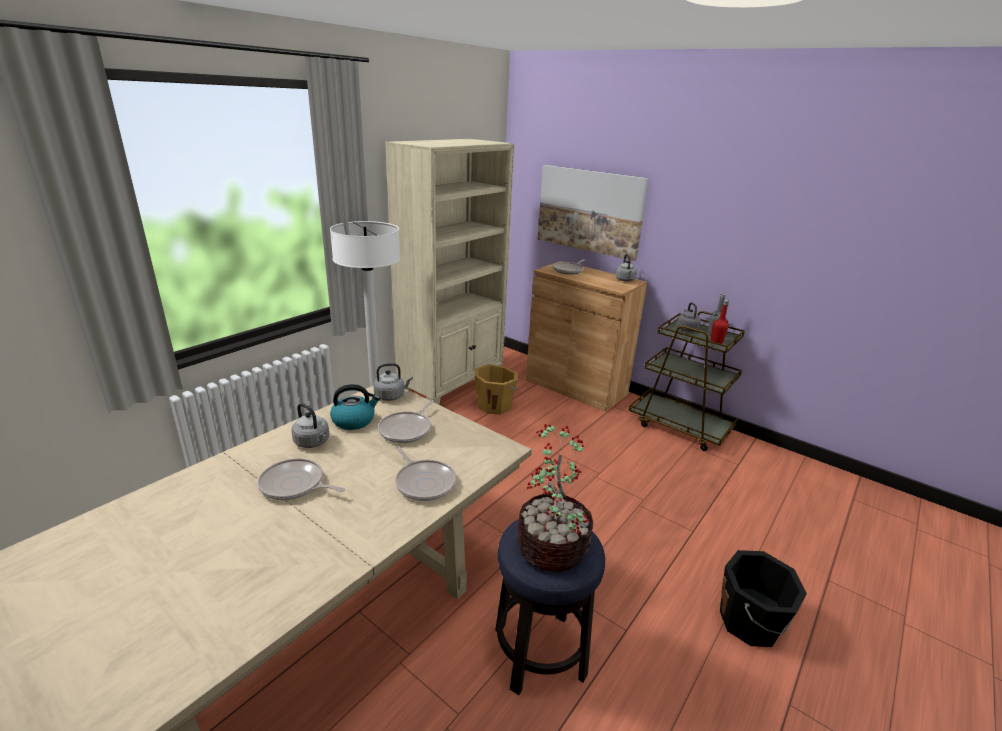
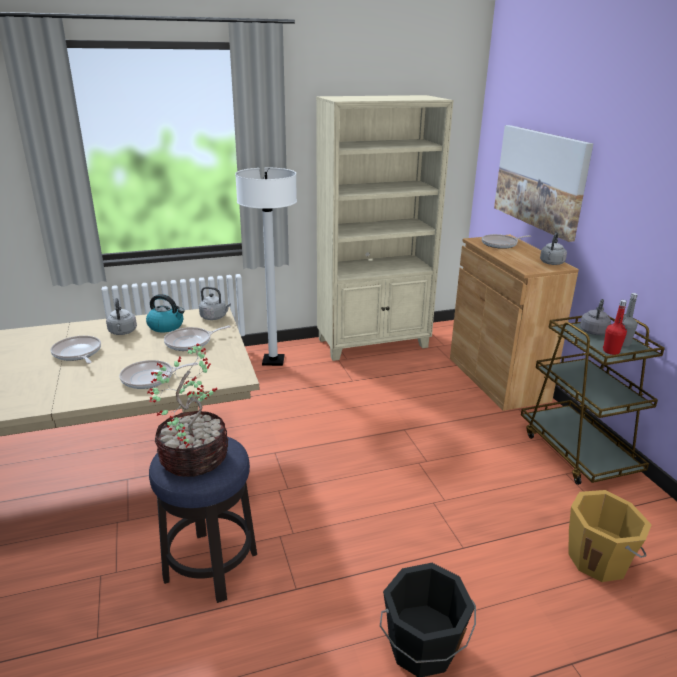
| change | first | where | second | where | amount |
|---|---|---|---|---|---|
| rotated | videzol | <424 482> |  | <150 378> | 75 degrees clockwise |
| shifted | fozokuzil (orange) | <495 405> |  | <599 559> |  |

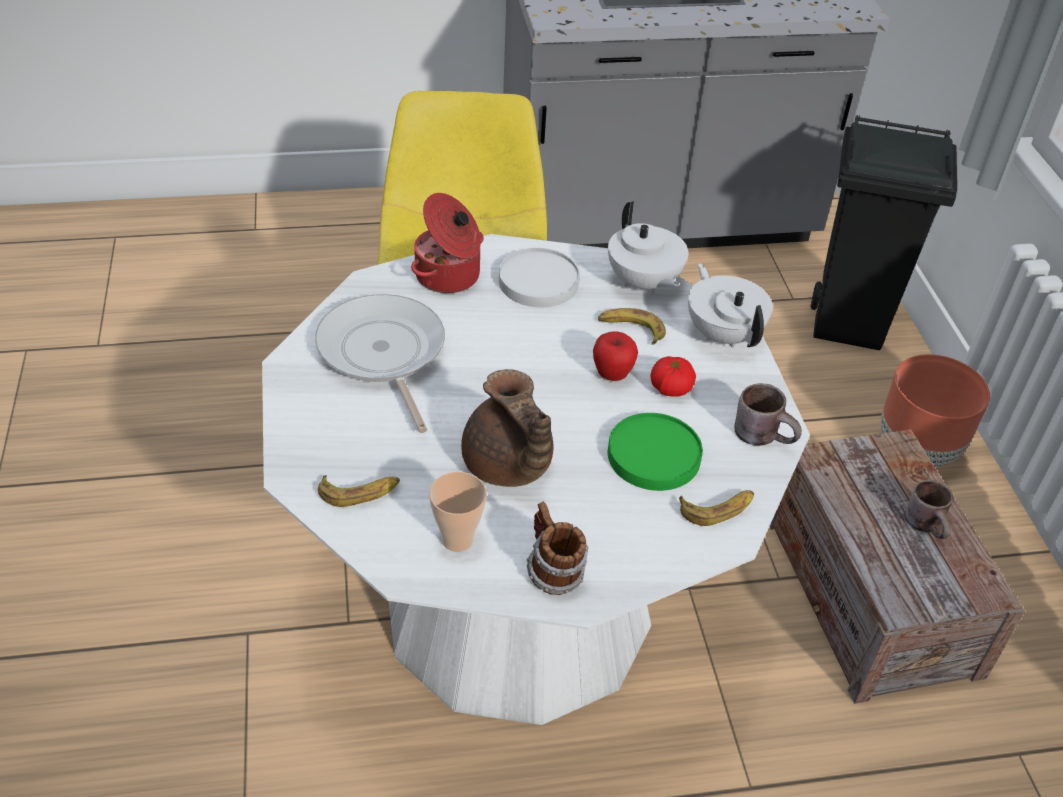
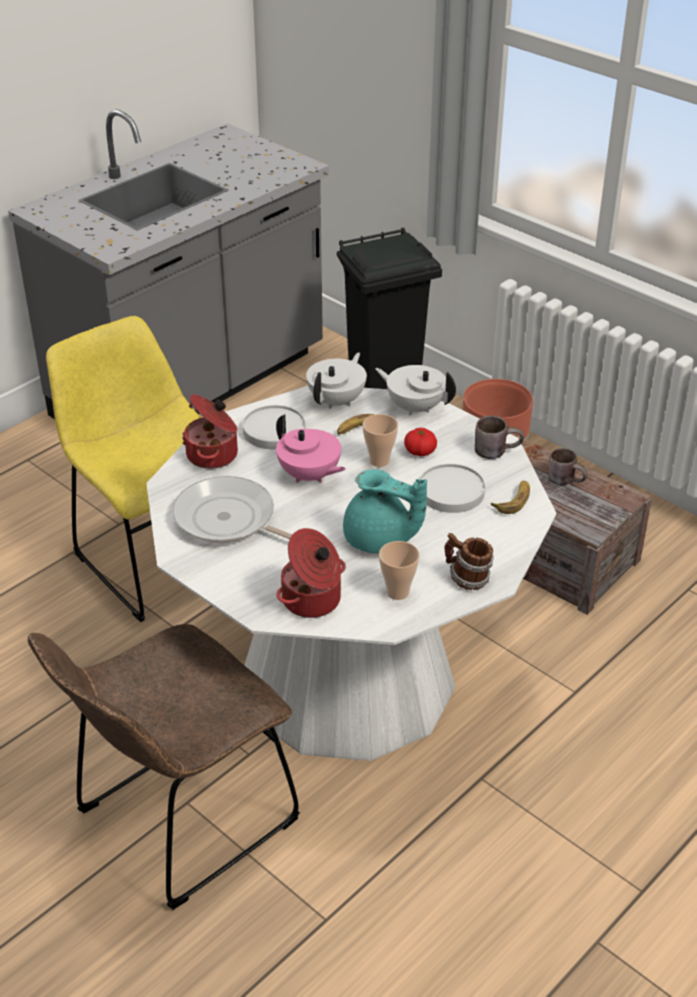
| change | first | where | second | where | amount |
|---|---|---|---|---|---|
| new |  |  | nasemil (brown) | <179 822> |  |
| new |  |  | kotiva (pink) | <309 476> |  |
| swapped | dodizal | <359 492> | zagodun | <312 600> |  |
| rotated | kotiva (white) | <643 283> |  | <337 401> | 90 degrees counterclockwise |
| repainted | kotiva (brown) | <508 466> | kotiva (turquoise) | <380 540> |  |
| swapped | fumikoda | <612 374> | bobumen | <379 461> |  |
| repainted | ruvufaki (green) | <653 456> | ruvufaki (white) | <451 492> |  |

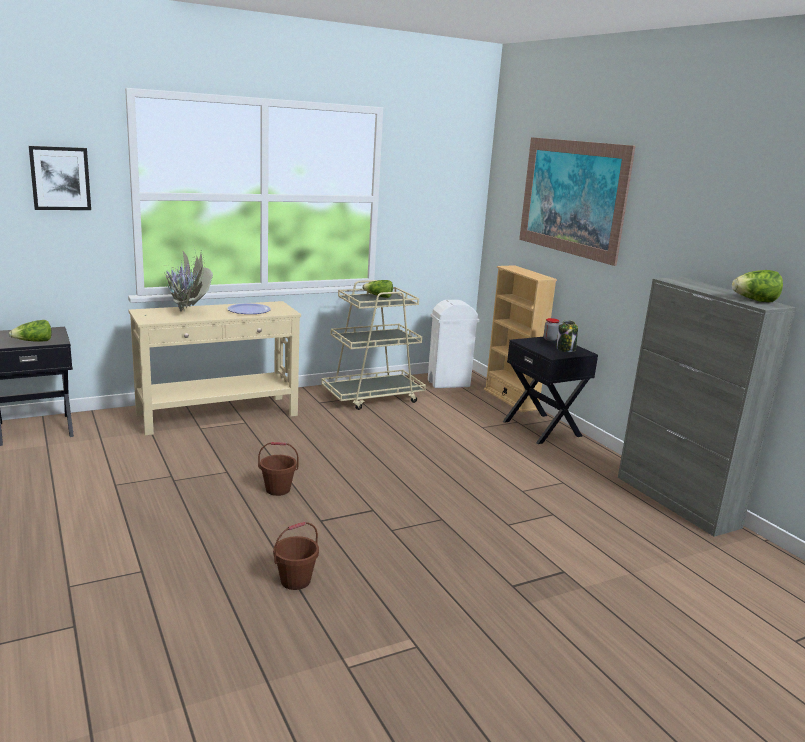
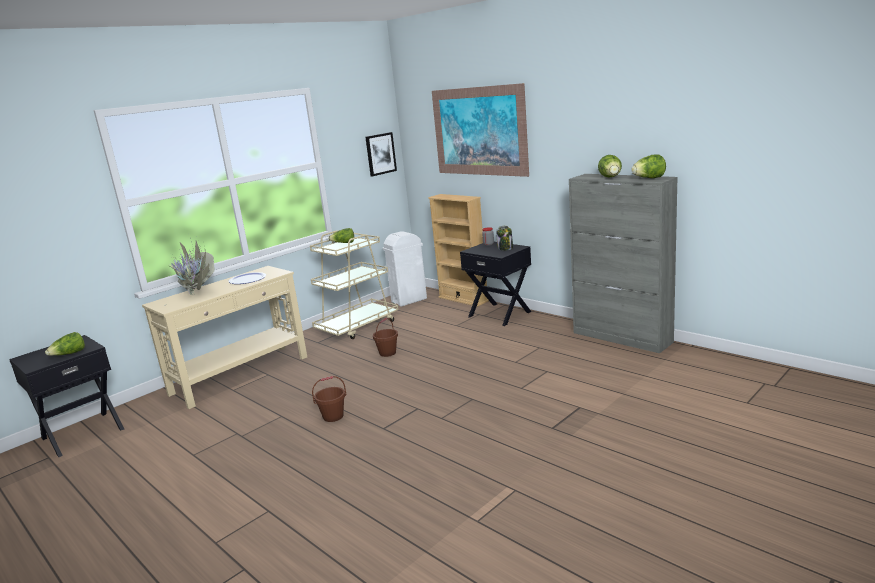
| change | first | where | second | where | amount |
|---|---|---|---|---|---|
| shifted | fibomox | <60 178> |  | <380 154> |  |
| shifted | fozokuzil (brown) | <295 581> |  | <387 353> |  |
| new |  |  | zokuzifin | <611 177> |  |

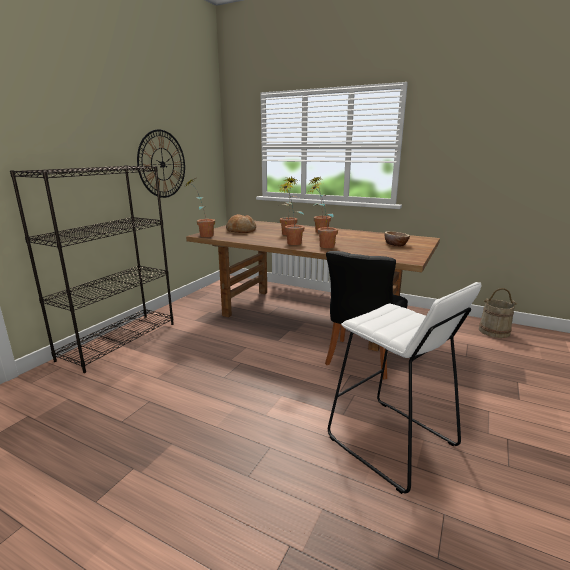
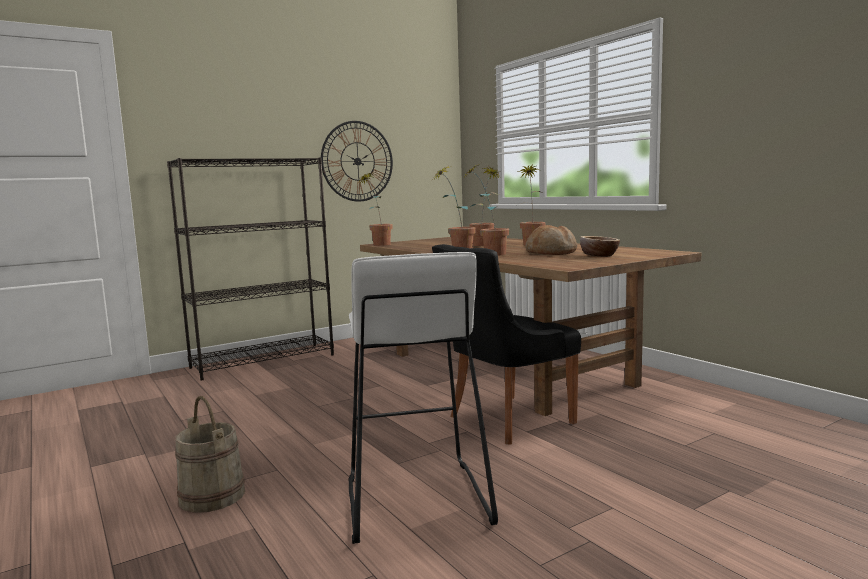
| change | first | where | second | where | amount |
|---|---|---|---|---|---|
| shifted | fozokuzil (beige) | <494 331> |  | <211 496> |  |
| shifted | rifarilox | <241 231> |  | <551 253> |  |

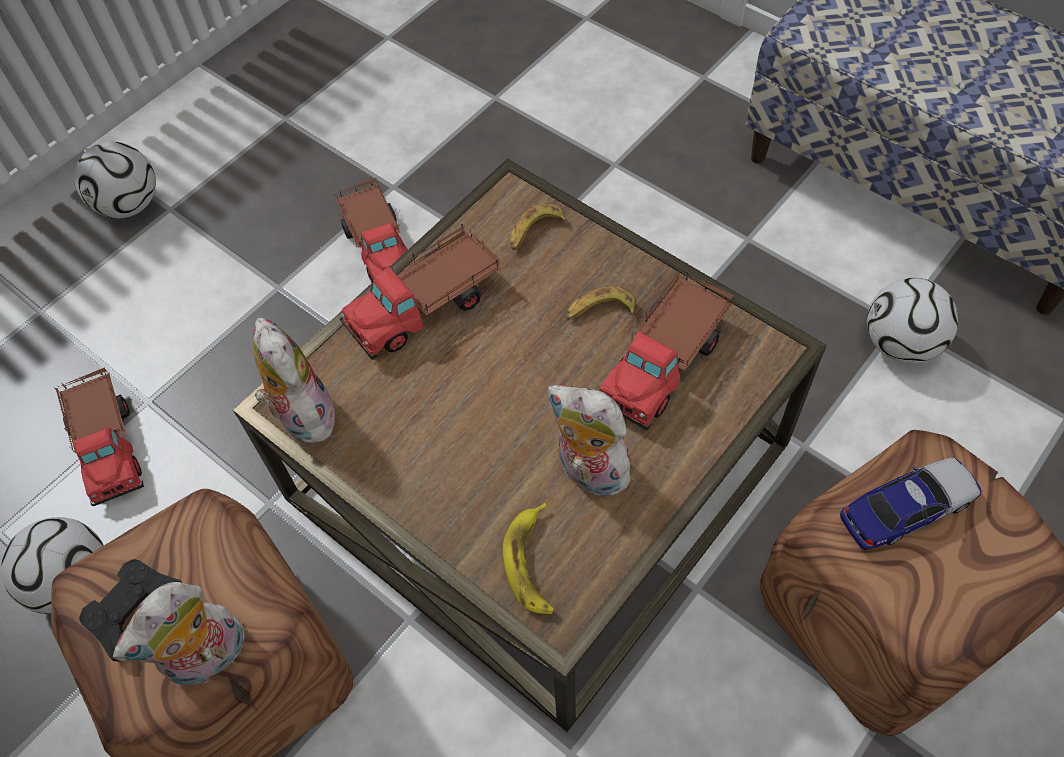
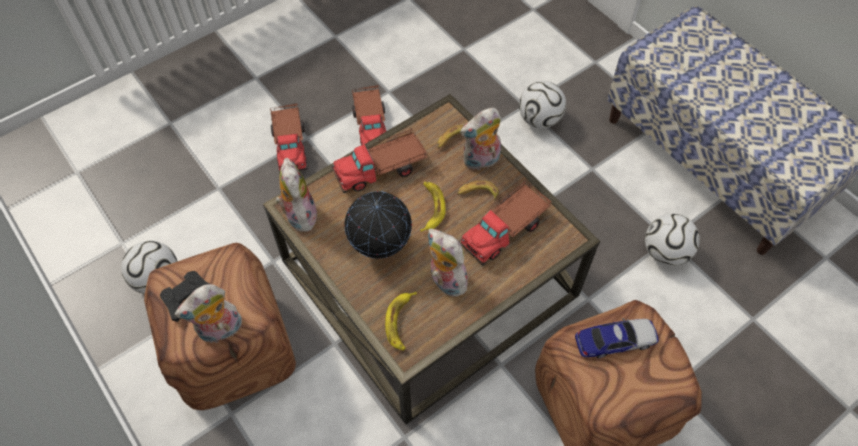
| change | first | where | second | where | amount |
|---|---|---|---|---|---|
| shifted | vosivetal | <108 444> |  | <290 144> |  |
| new |  |  | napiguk | <380 246> |  |
| new |  |  | dodizal | <430 208> |  |
| new |  |  | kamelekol | <481 161> |  |
| shifted | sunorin | <130 205> |  | <539 119> |  |

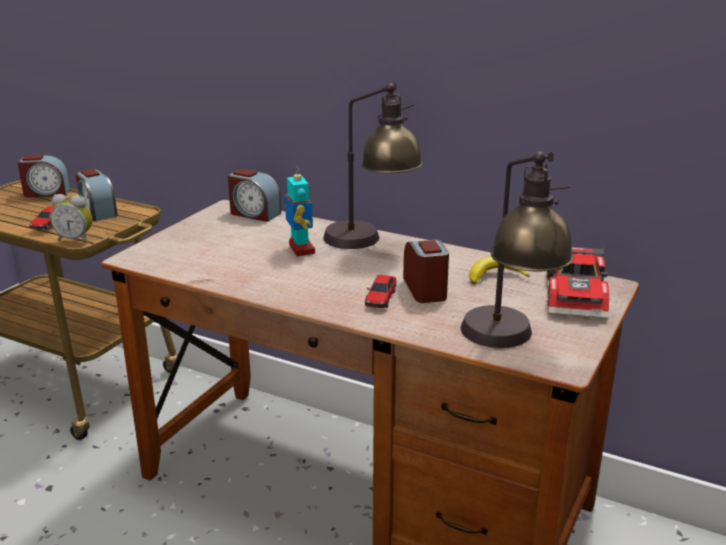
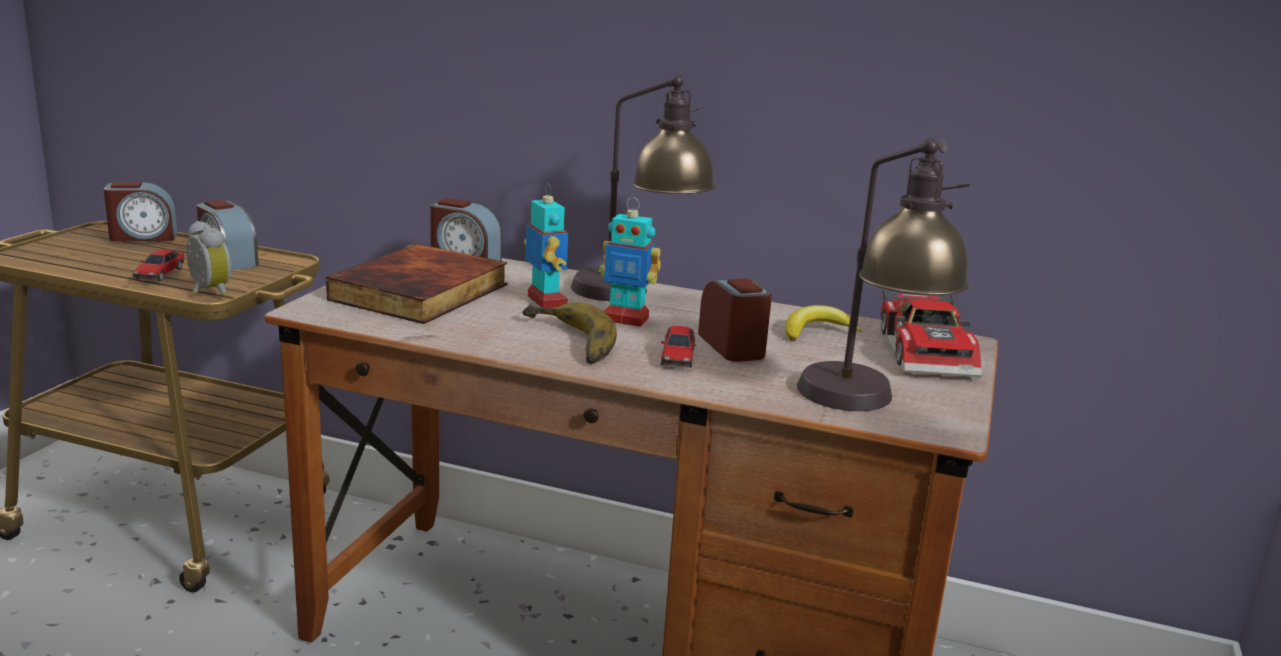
| change | first | where | second | where | amount |
|---|---|---|---|---|---|
| rotated | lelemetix | <76 239> |  | <207 292> | 135 degrees counterclockwise |
| new |  |  | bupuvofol | <422 293> |  |
| new |  |  | dodizal | <565 342> |  |
| new |  |  | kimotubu | <626 319> |  |

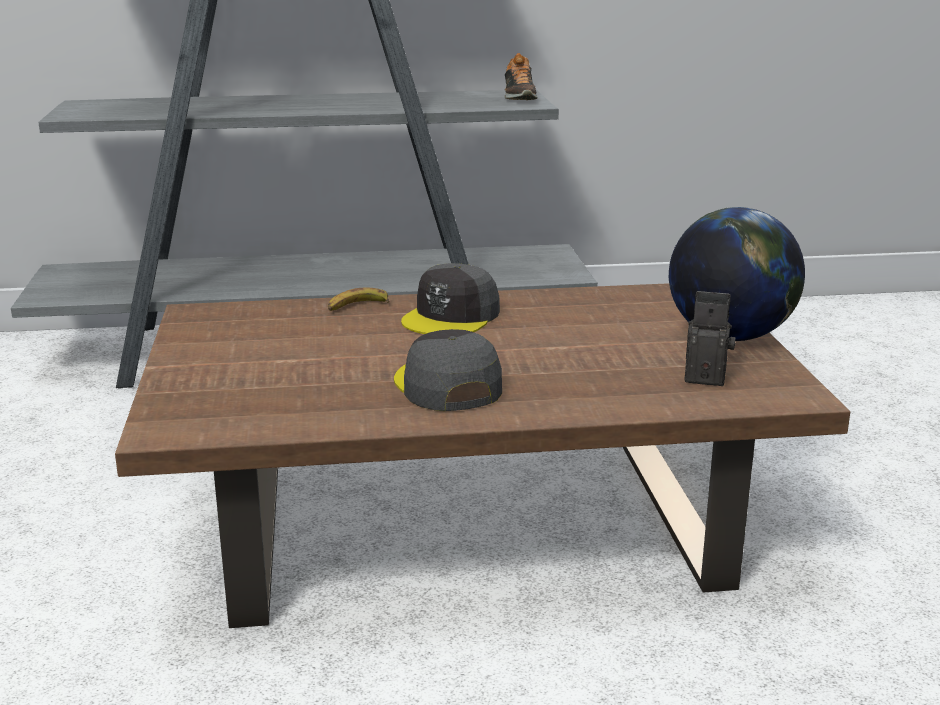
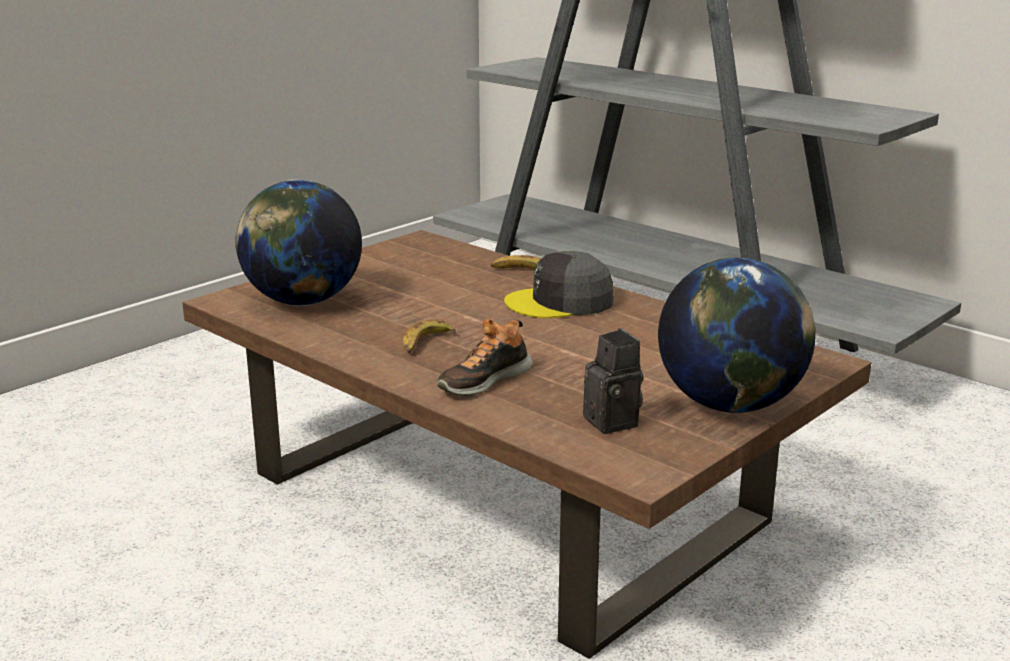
| change | first | where | second | where | amount |
|---|---|---|---|---|---|
| new |  |  | napiguk | <303 302> |  |
| swapped | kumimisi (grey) | <446 386> | dodizal | <425 343> |  |
| shifted | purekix | <519 97> |  | <483 380> |  |

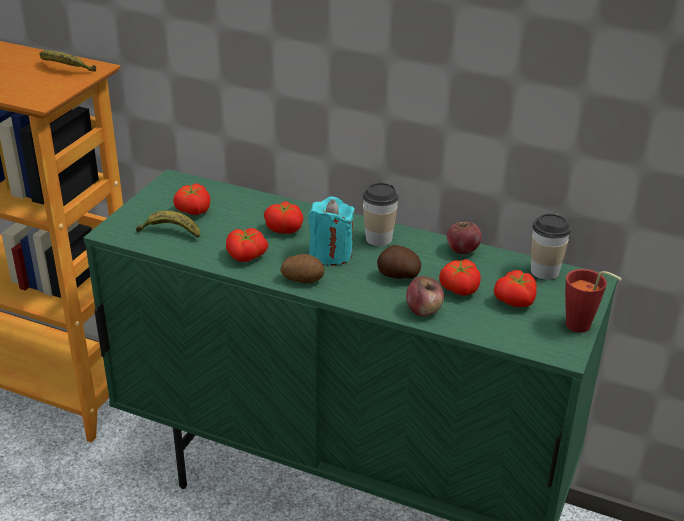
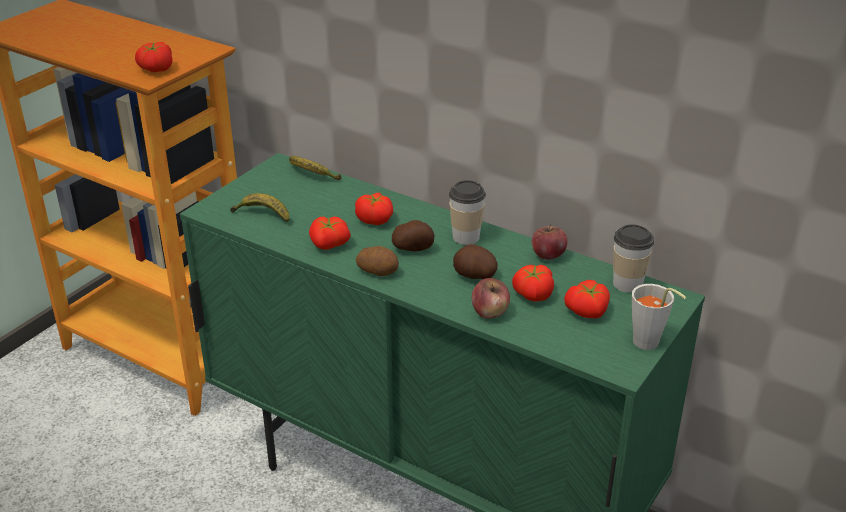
| change | first | where | second | where | amount |
|---|---|---|---|---|---|
| shifted | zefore | <192 210> |  | <155 69> |  |
| shifted | dodizal | <65 69> |  | <312 175> |  |
| swapped | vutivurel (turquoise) | <330 254> | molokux | <413 249> |  |
| repainted | bobumen (red) | <583 327> | bobumen (grey) | <650 345> |  |

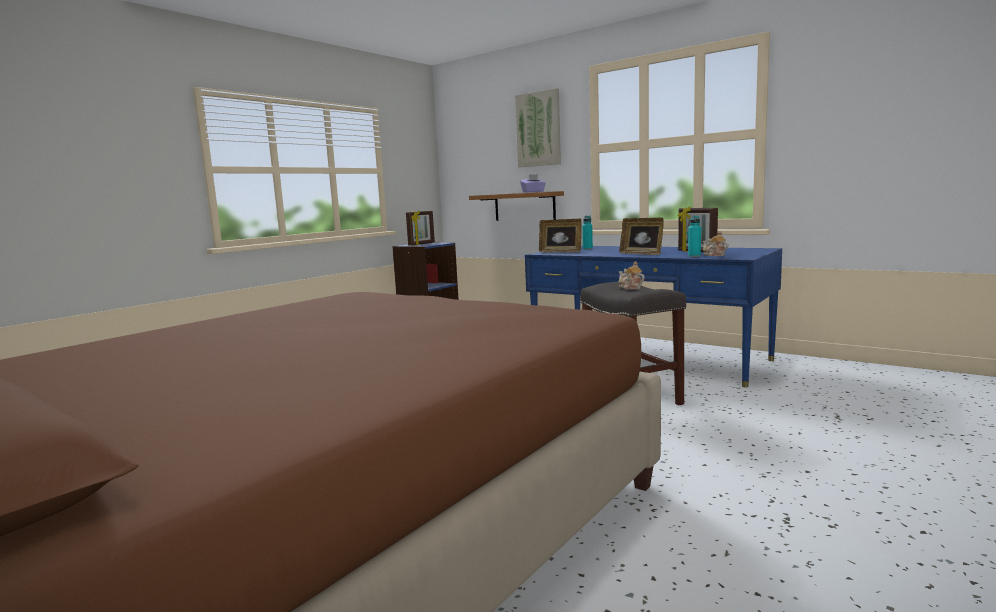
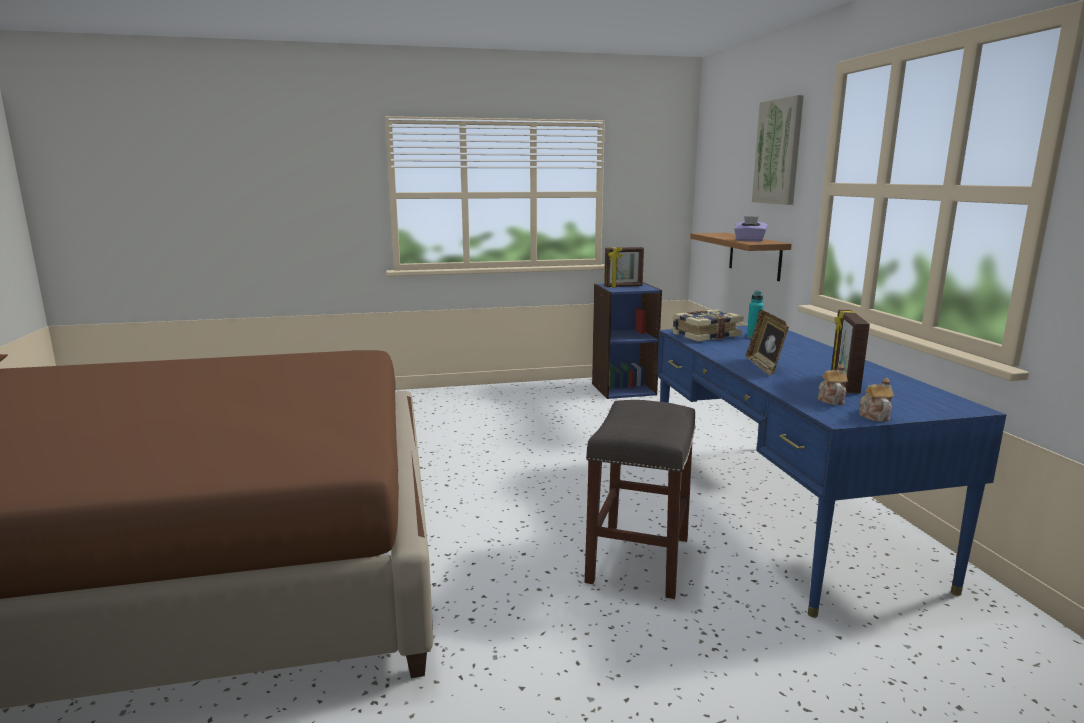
| change | first | where | second | where | amount |
|---|---|---|---|---|---|
| swapped | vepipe | <560 252> | bupuvofol | <705 335> |  |
| shifted | kotiva | <630 288> |  | <873 415> |  |
| gone | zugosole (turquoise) | <694 256> |  |  |  |

